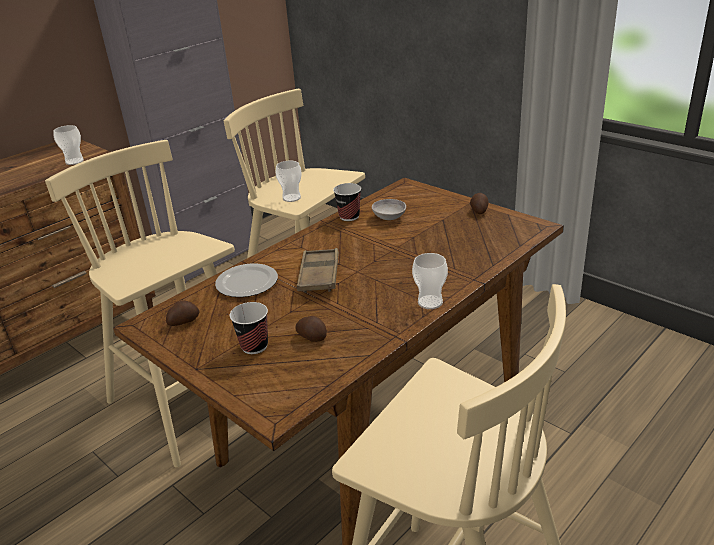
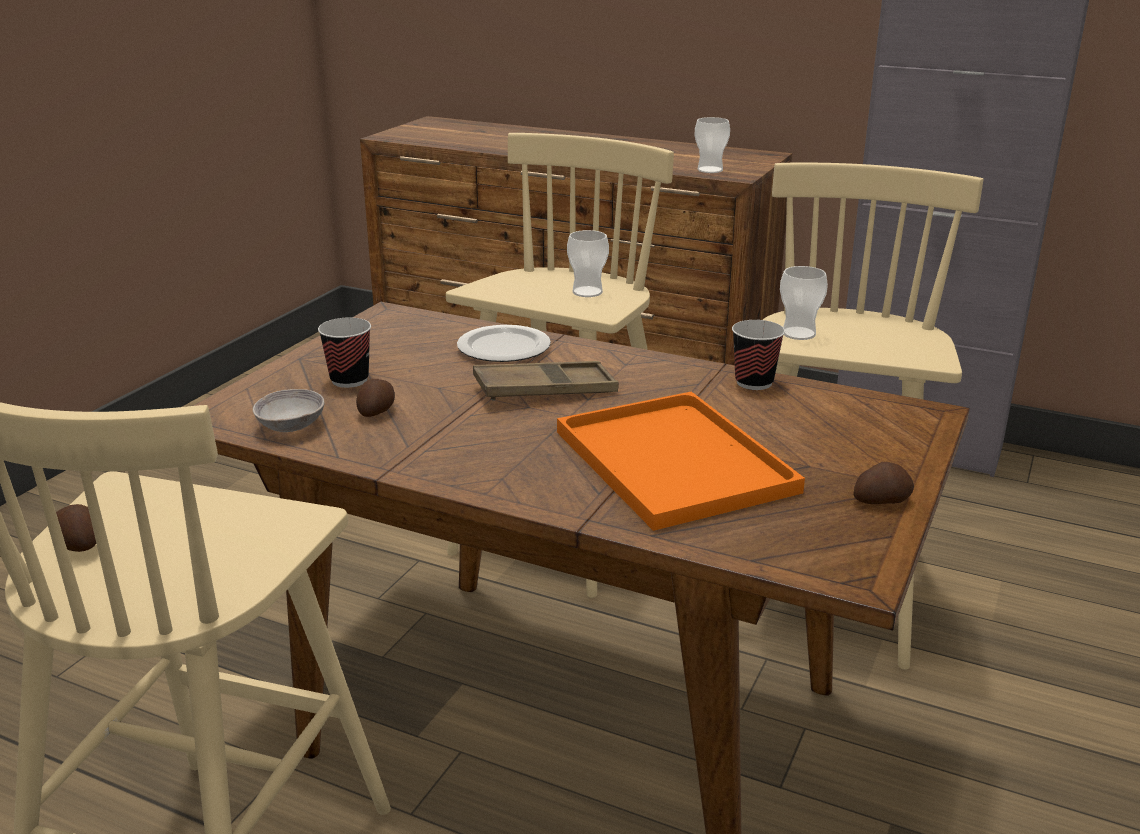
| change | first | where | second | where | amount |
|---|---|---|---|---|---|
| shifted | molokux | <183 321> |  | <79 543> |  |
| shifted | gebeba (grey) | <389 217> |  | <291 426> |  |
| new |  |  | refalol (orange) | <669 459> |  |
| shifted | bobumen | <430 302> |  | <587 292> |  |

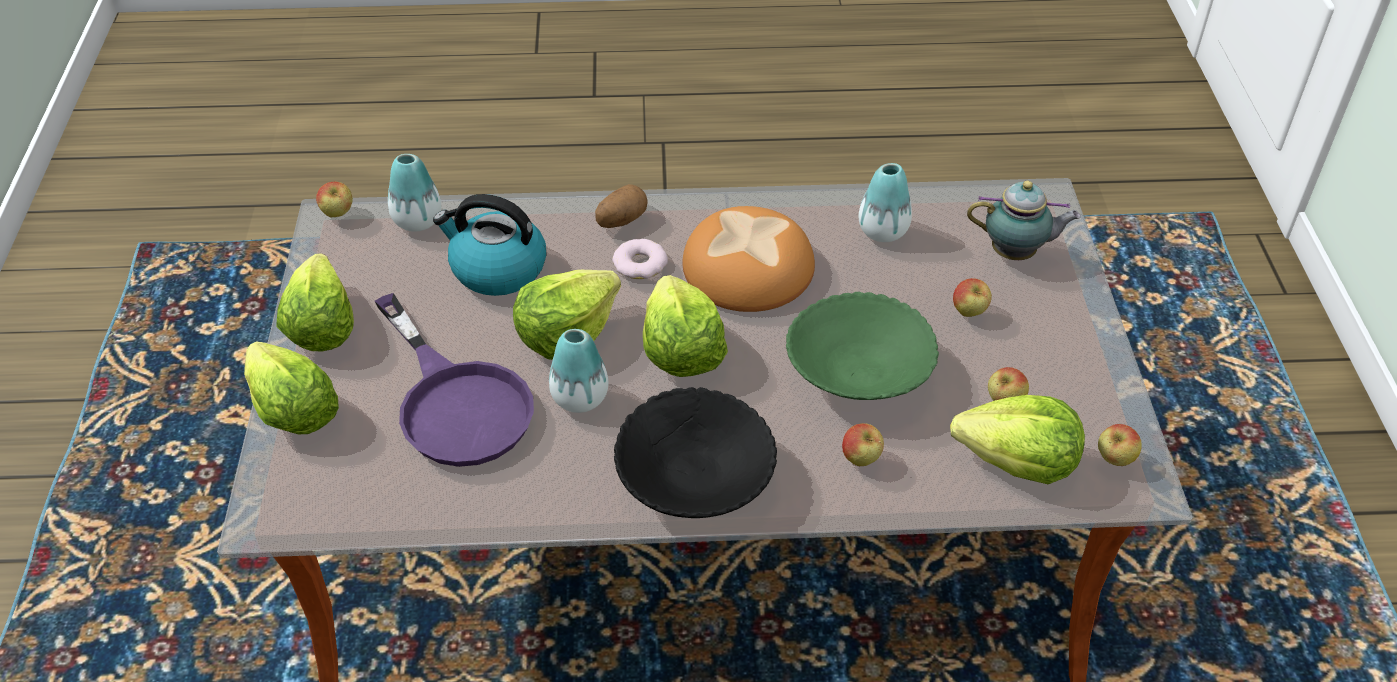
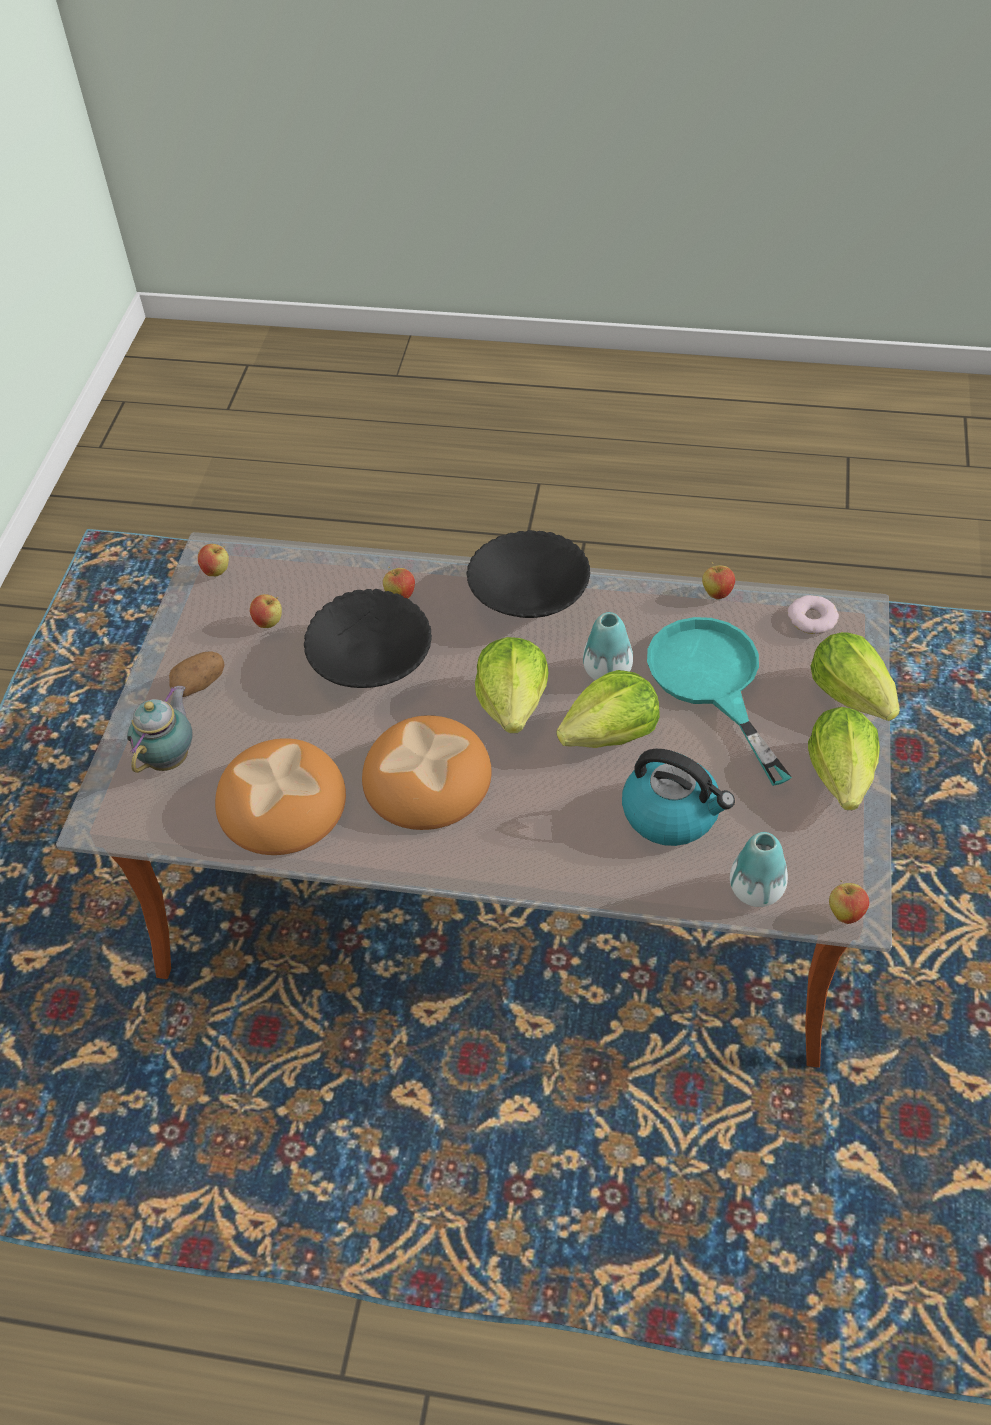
| change | first | where | second | where | amount |
|---|---|---|---|---|---|
| rotated | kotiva | <1016 254> |  | <171 757> | 90 degrees clockwise |
| shifted | molokux | <621 220> |  | <200 684> |  |
| swapped | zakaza | <883 231> | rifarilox | <280 802> |  |
| repainted | gebeba (green) | <858 374> | gebeba (black) | <371 661> |  |
| repainted | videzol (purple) | <456 402> | videzol (turquoise) | <712 682> |  |
| shifted | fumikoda | <969 312> |  | <717 593> |  |
| shifted | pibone | <640 264> |  | <811 619> |  |
| gone | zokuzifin | <1018 463> |  |  |  |

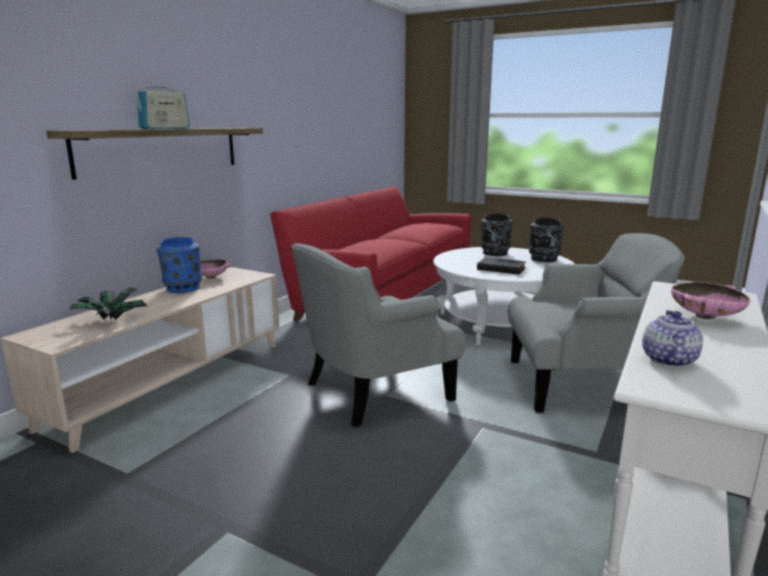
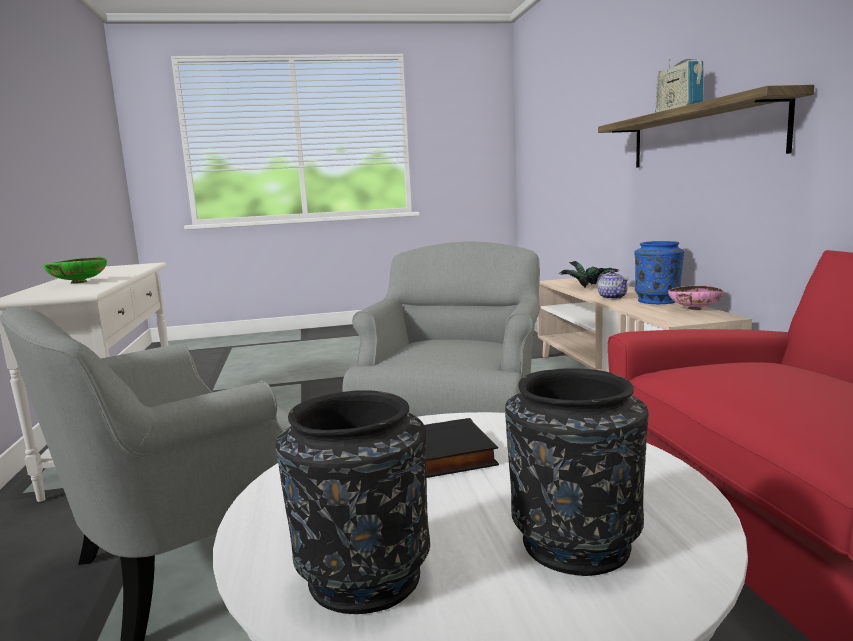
| change | first | where | second | where | amount |
|---|---|---|---|---|---|
| repainted | gebeba (pink) | <705 317> | gebeba (green) | <78 282> |  |
| shifted | kotiva | <668 360> |  | <612 297> |  |

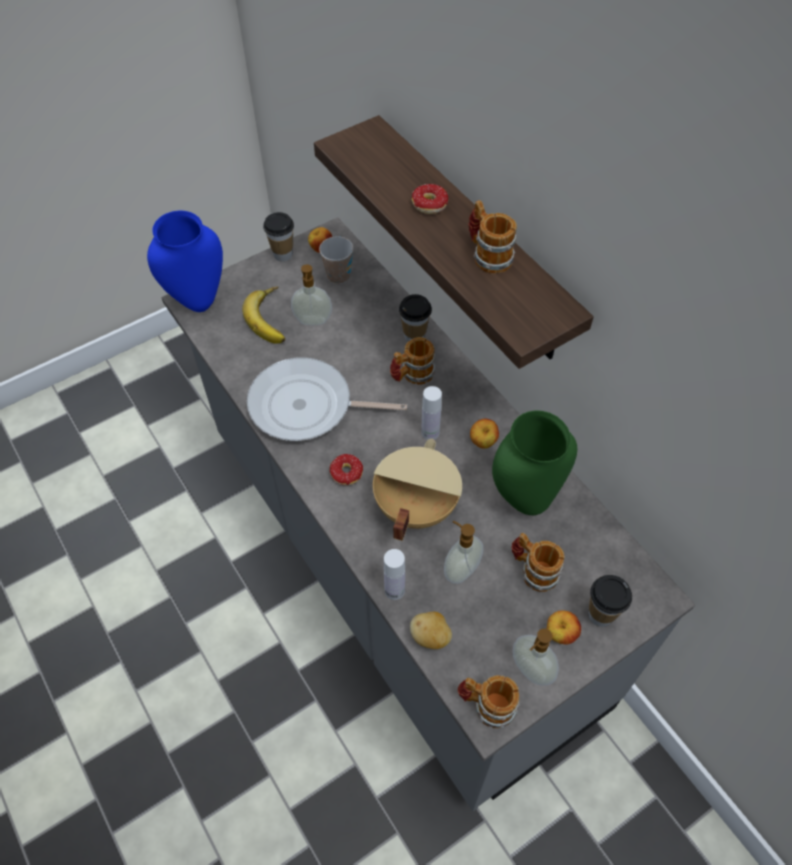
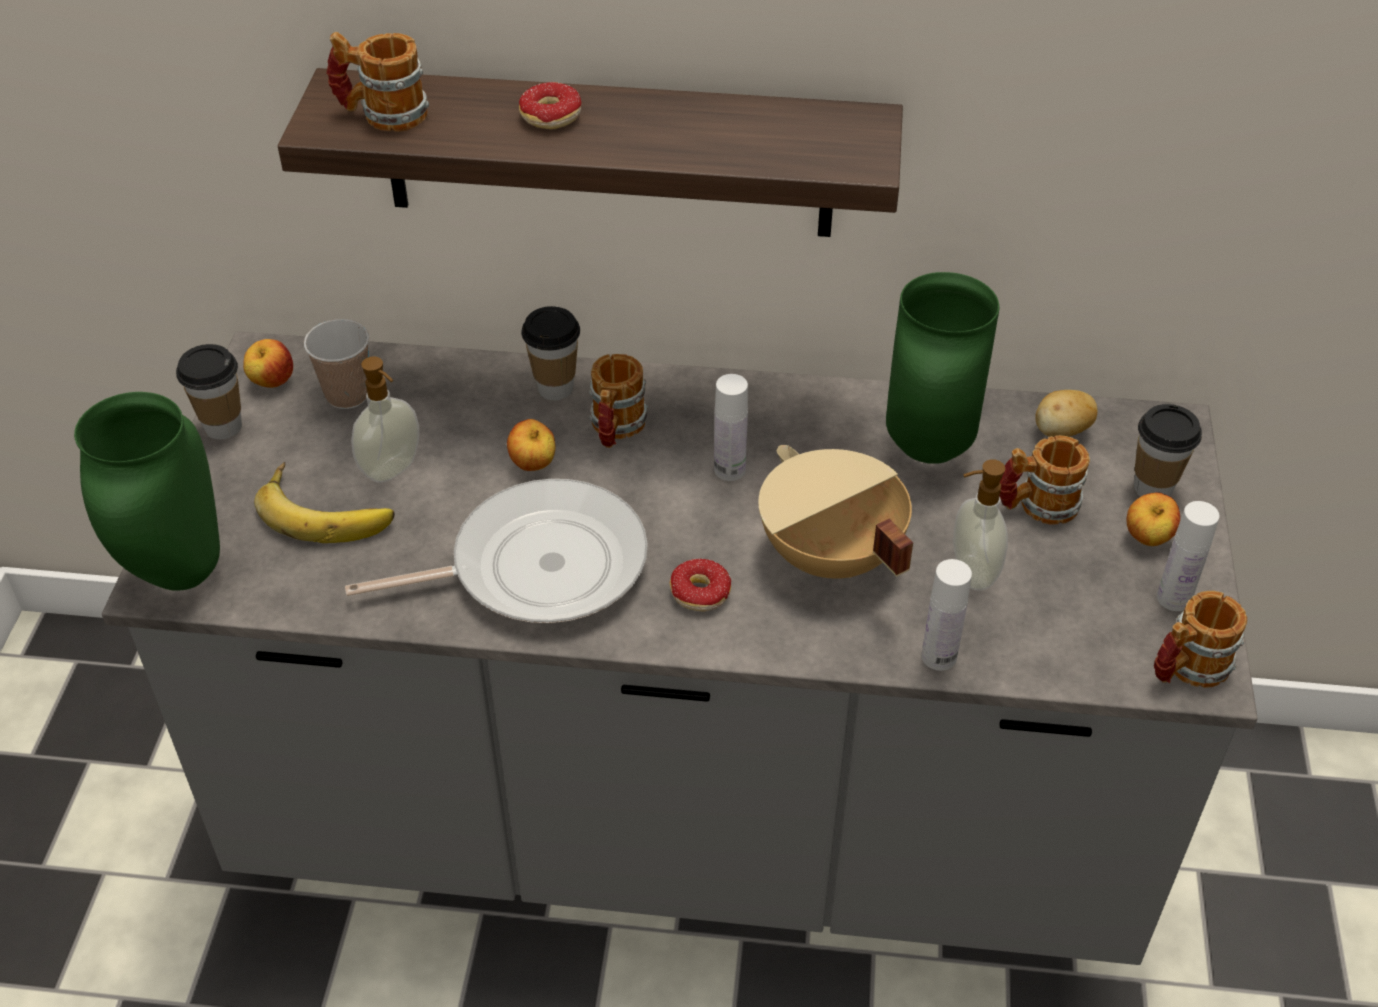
| change | first | where | second | where | amount |
|---|---|---|---|---|---|
| repainted | zakaza (blue) | <199 303> | zakaza (green) | <181 574> |  |
| shifted | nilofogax | <488 255> |  | <382 114> |  |
| rotated | videzol | <307 406> |  | <537 566> | 150 degrees counterclockwise |
| shifted | fumikoda | <483 442> |  | <533 465> |  |
| shifted | molokux | <430 636> |  | <1061 432> |  |
| swapped | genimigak | <530 671> | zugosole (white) | <1174 598> |  |

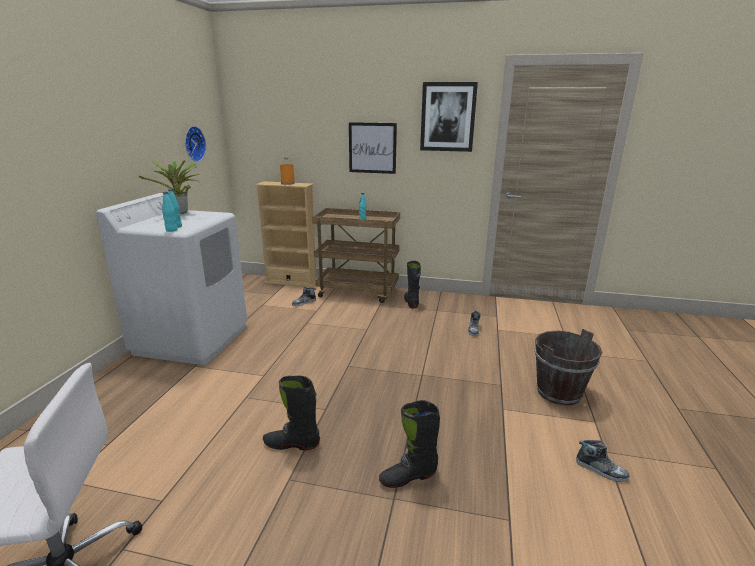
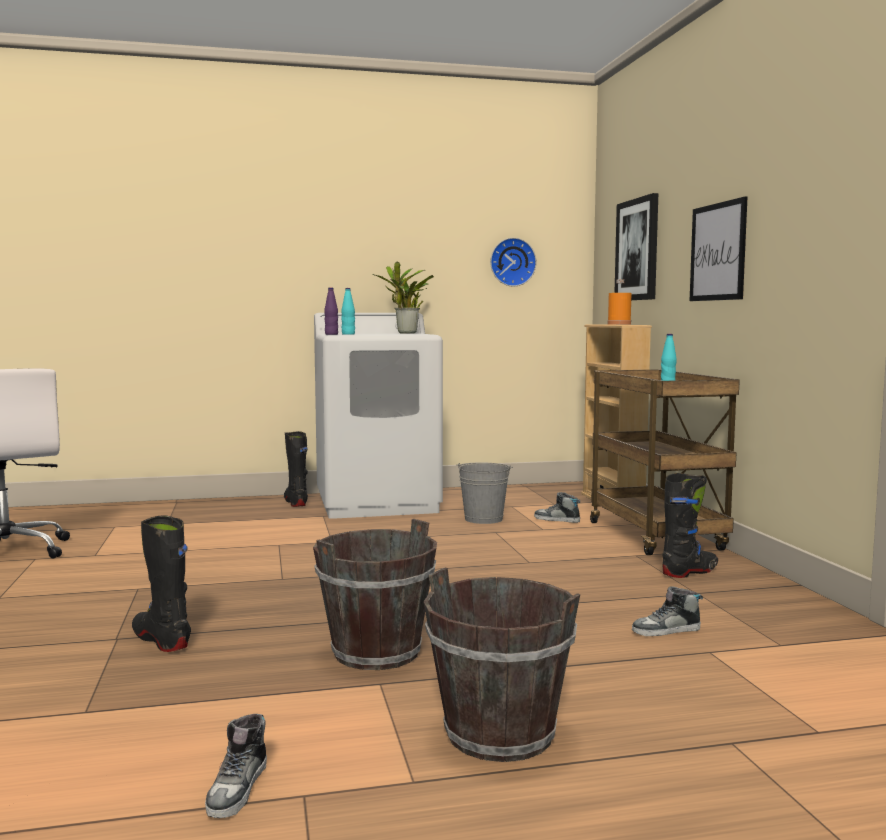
| change | first | where | second | where | amount |
|---|---|---|---|---|---|
| shifted | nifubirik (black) | <292 444> |  | <296 502> |  |
| new |  |  | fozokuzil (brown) | <377 653> |  |
| repainted | zugosole (turquoise) | <171 230> | zugosole (purple) | <331 334> |  |
| new |  |  | fozokuzil (grey) | <483 519> |  |
| shifted | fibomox | <448 117> |  | <637 250> |  |

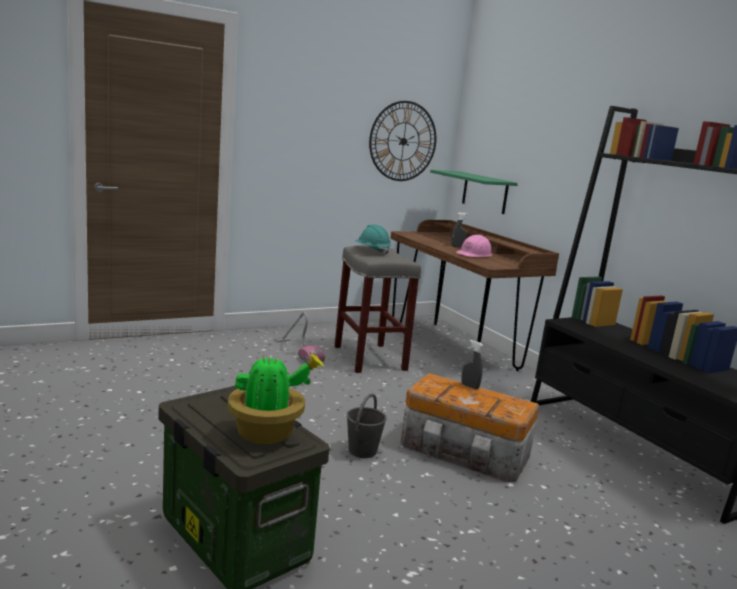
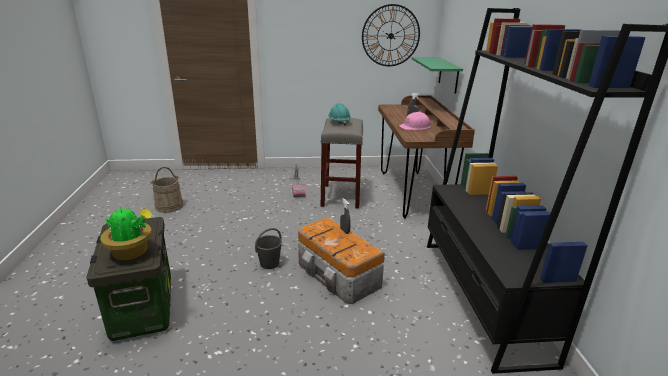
| change | first | where | second | where | amount |
|---|---|---|---|---|---|
| new |  |  | fozokuzil (beige) | <169 206> |  |

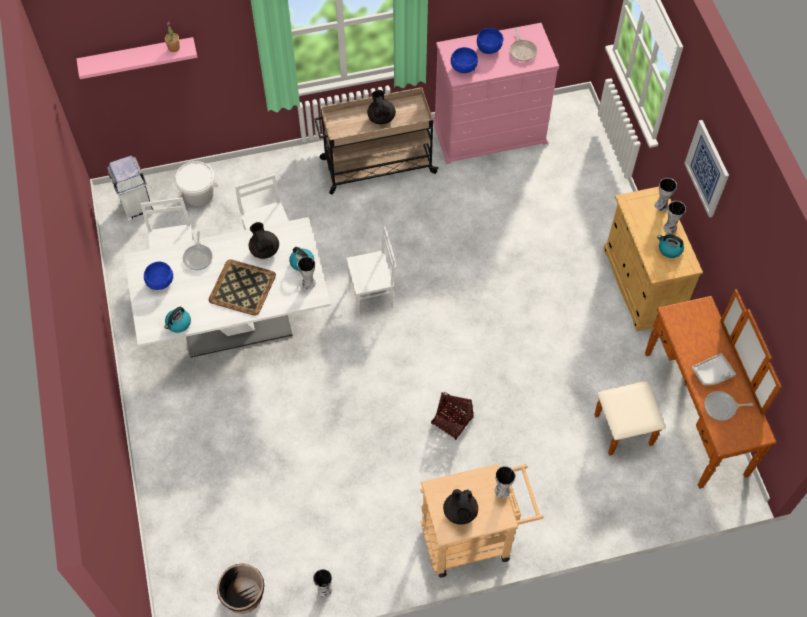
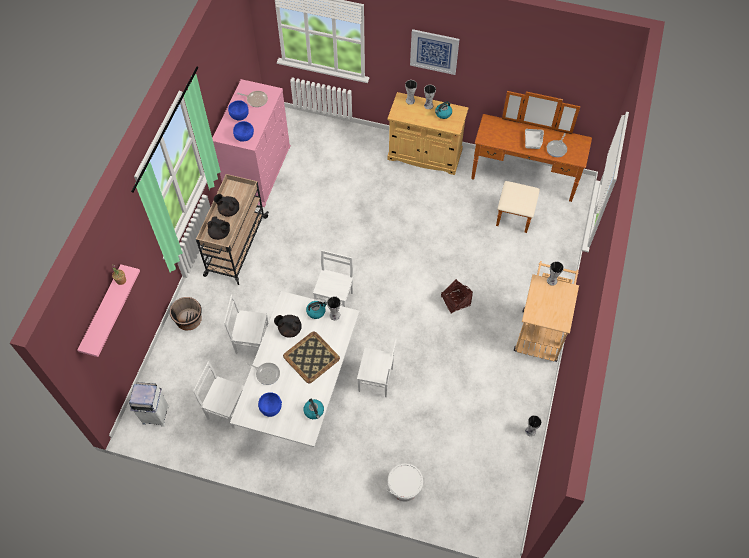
| change | first | where | second | where | amount |
|---|---|---|---|---|---|
| shifted | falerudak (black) | <243 595> |  | <189 320> |  |
| shifted | kotiva (black) | <460 512> |  | <220 233> |  |
| new |  |  | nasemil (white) | <376 380> |  |
| shifted | fozokuzil (white) | <198 194> |  | <404 488> |  |

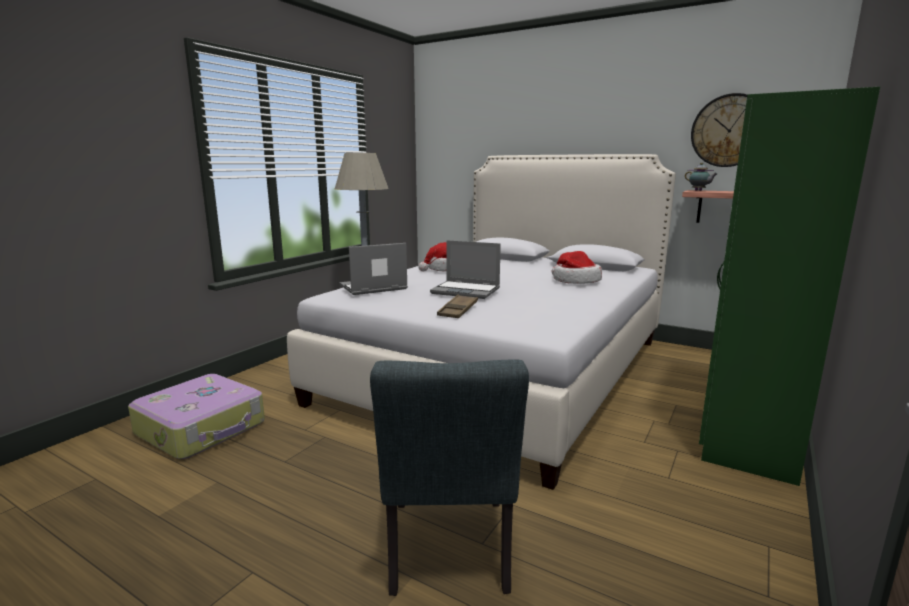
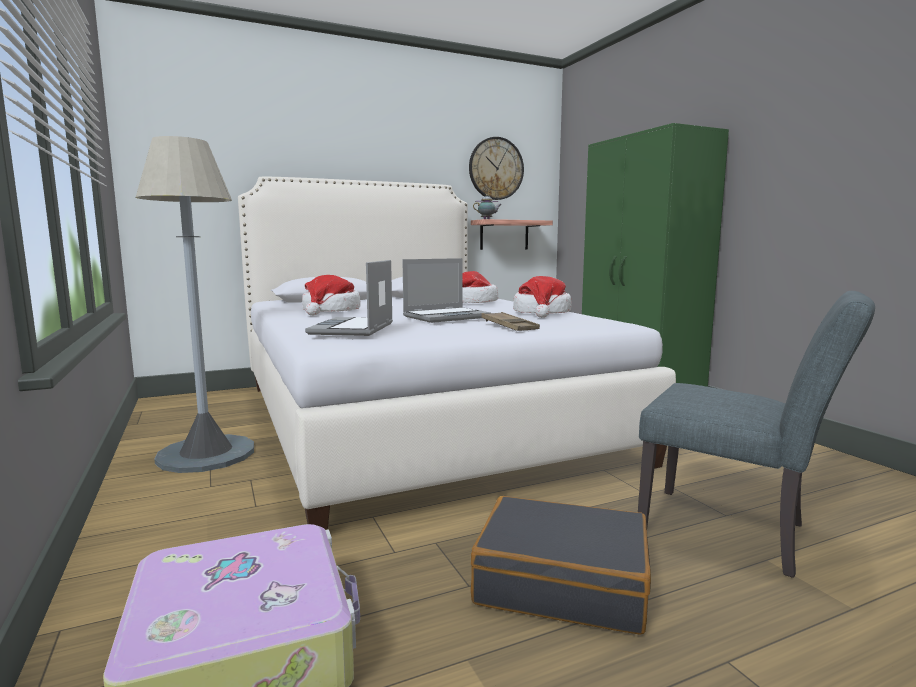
| change | first | where | second | where | amount |
|---|---|---|---|---|---|
| new |  |  | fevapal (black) | <562 582> |  |
| new |  |  | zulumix | <542 313> |  |

